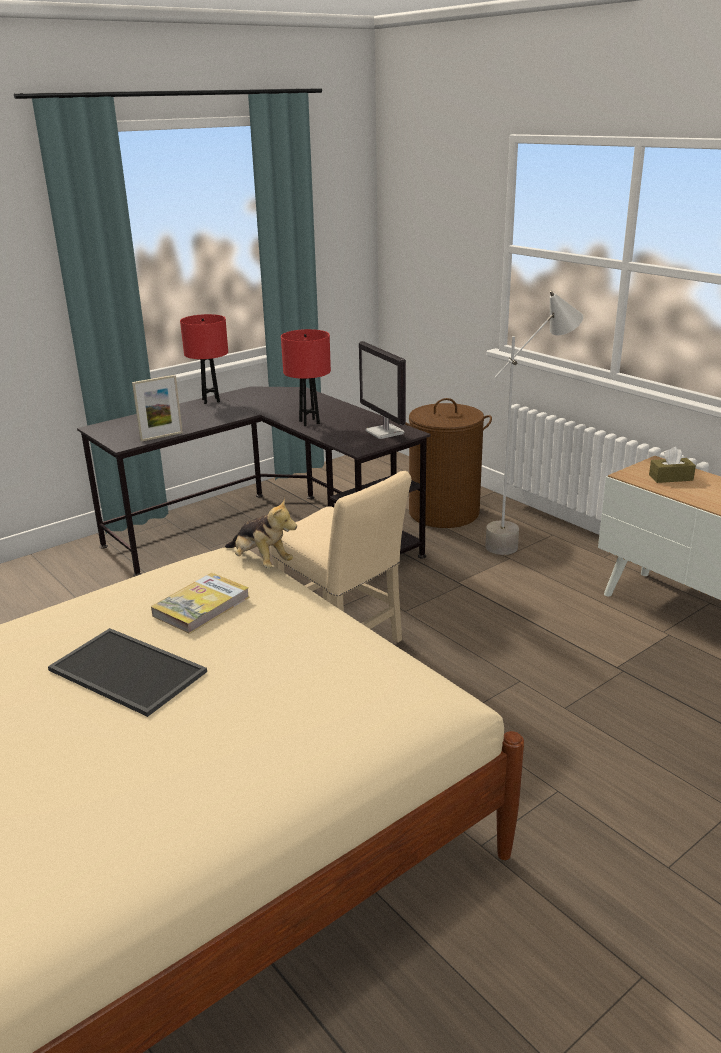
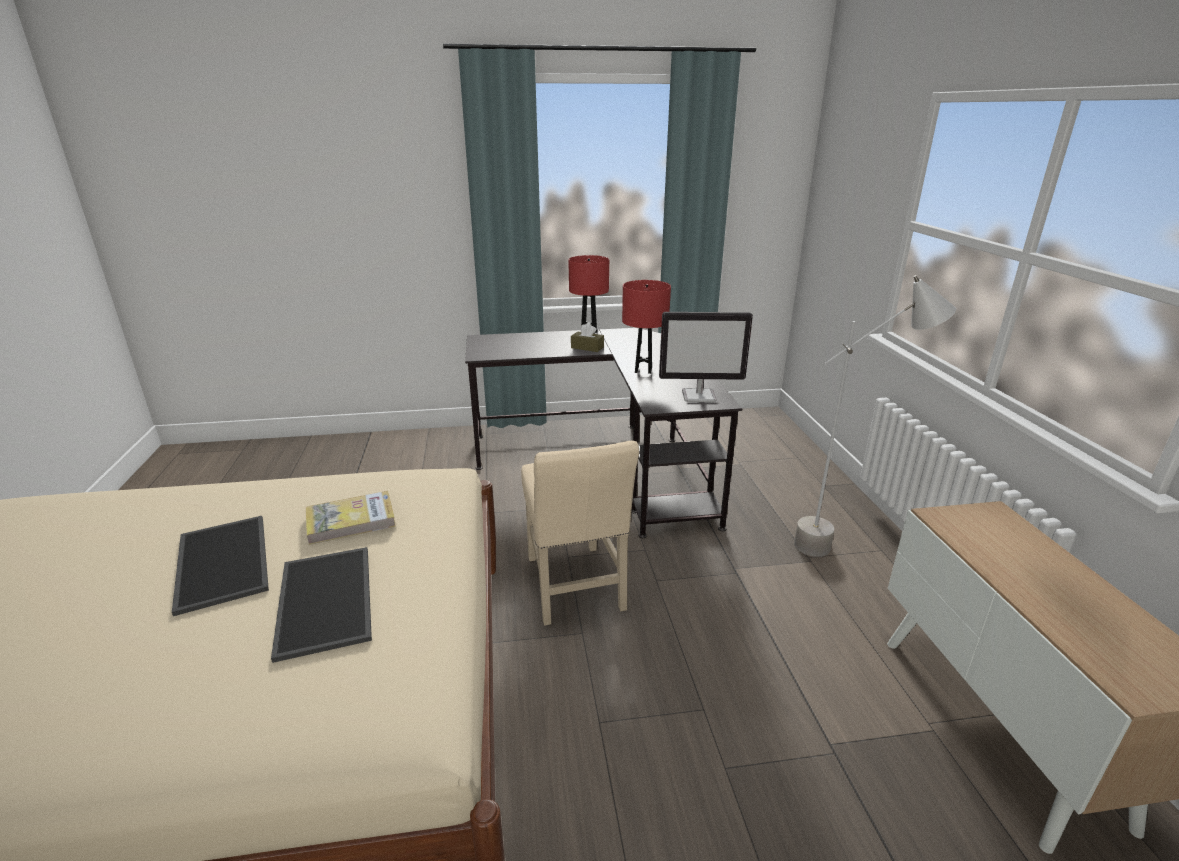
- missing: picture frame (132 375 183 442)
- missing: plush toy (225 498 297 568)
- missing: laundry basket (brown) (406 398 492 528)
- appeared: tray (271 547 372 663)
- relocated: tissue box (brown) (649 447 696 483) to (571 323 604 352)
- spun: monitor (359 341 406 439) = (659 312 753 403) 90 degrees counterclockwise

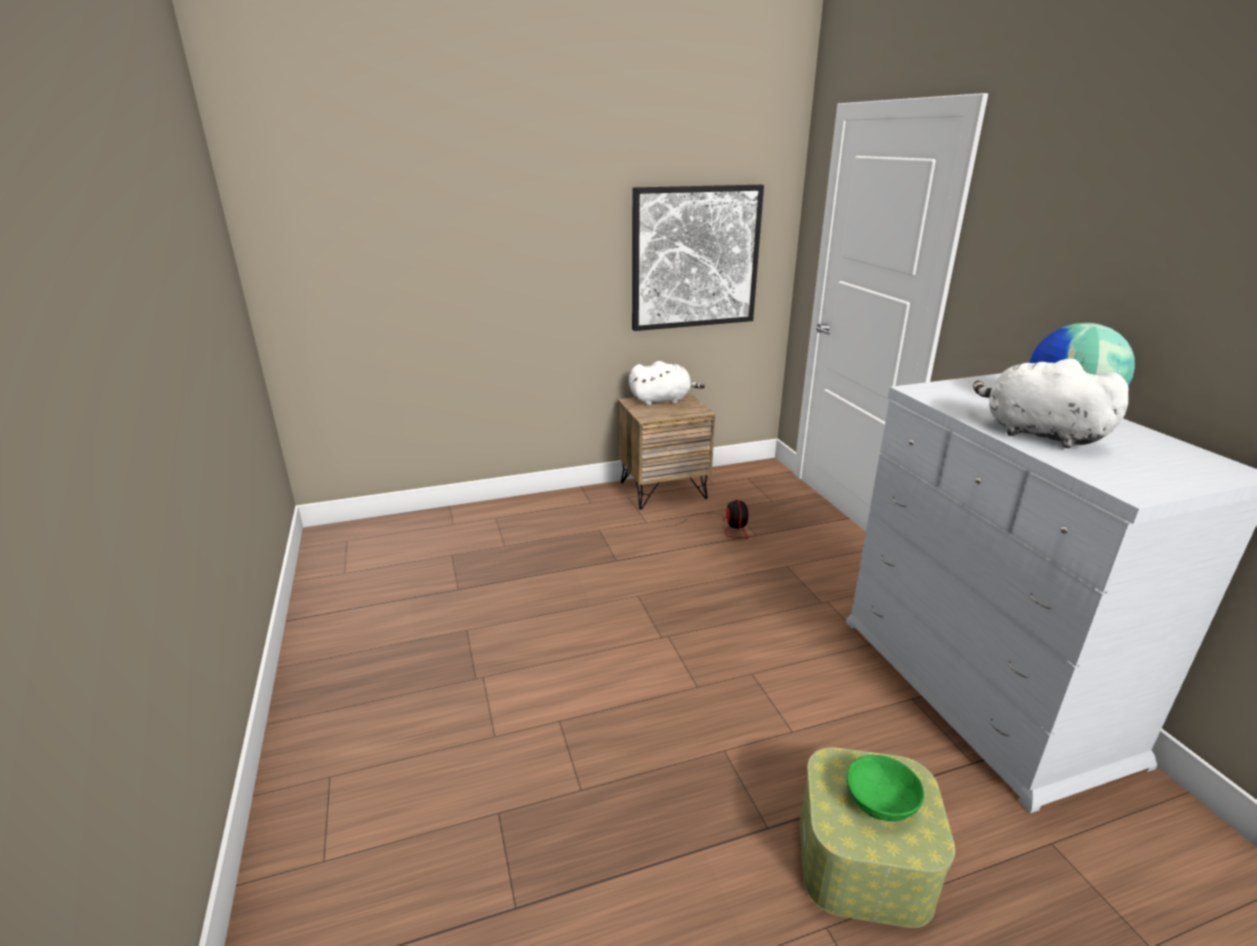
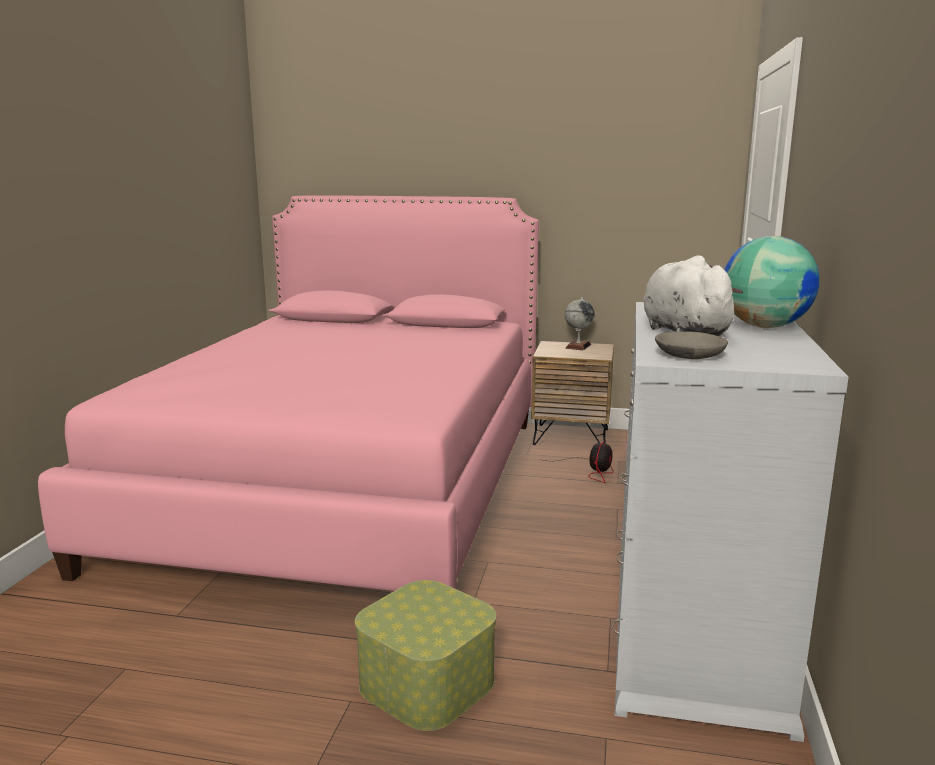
- missing: picture (632 185 764 331)
- missing: bowl (green) (847 755 924 821)
- appeared: bed (pink) (38 195 539 591)
- appeared: bowl (grey) (655 331 728 359)
- exchanged: plush toy (white) (629 361 705 405) to globe (565 297 595 350)

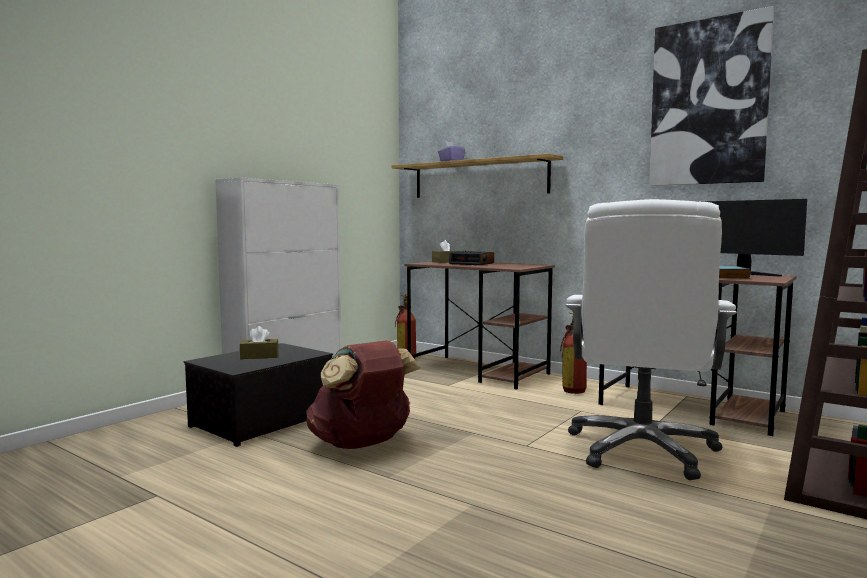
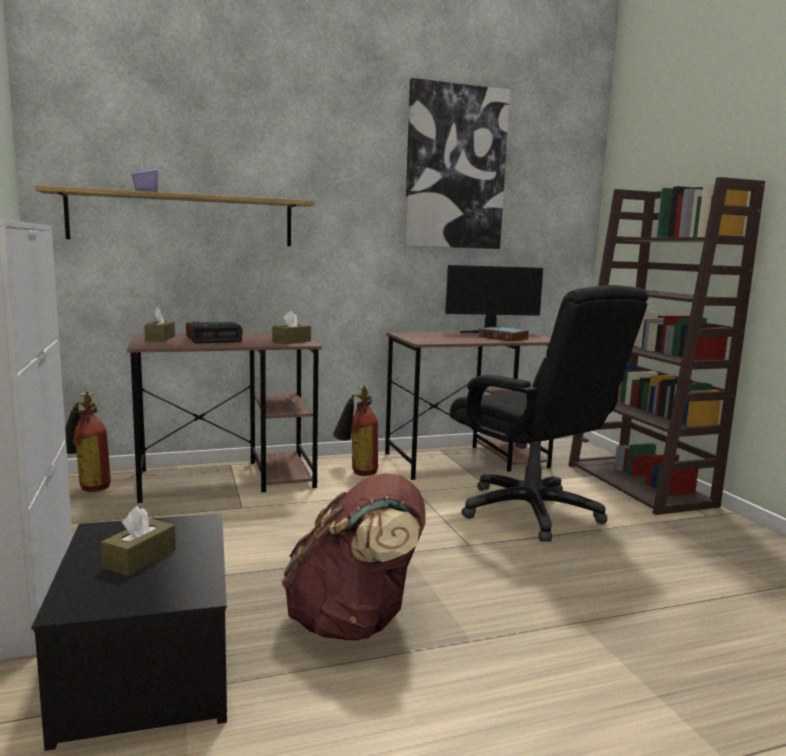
- appeared: tissue box (brown) (272 311 311 344)
- colour: office chair (white) (566 199 737 480) to office chair (black) (450 285 649 542)

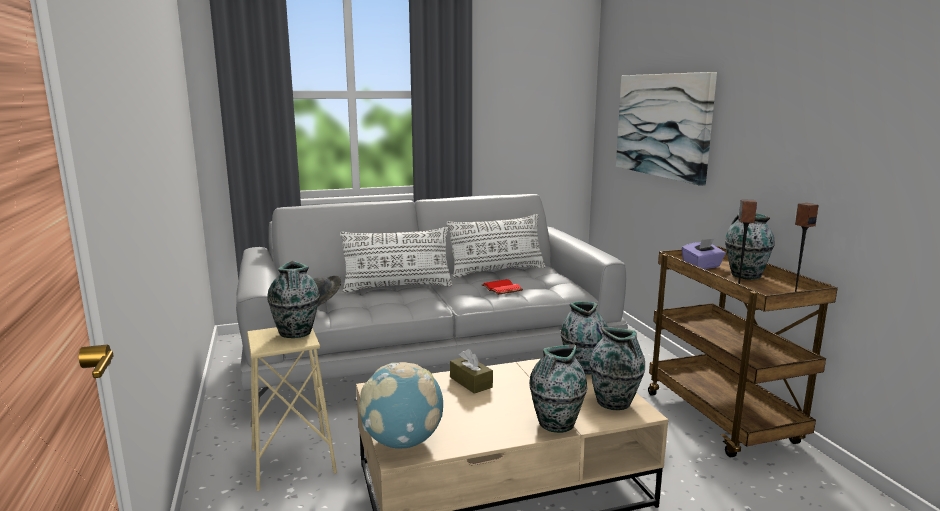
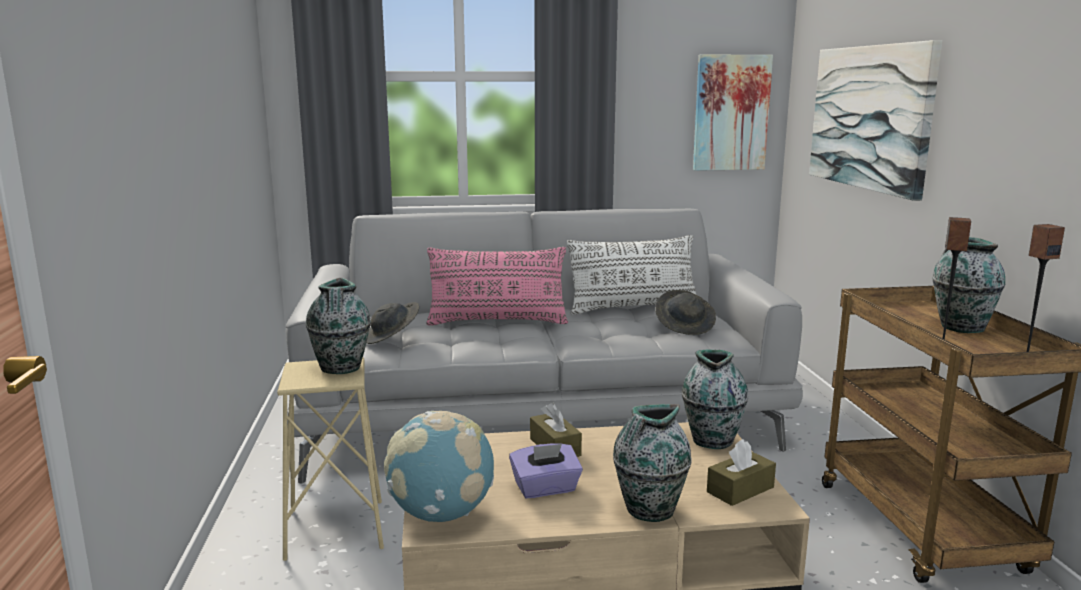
- missing: book (red) (481 279 523 295)
- appeared: hat (grey) (655 290 716 335)
- appeared: picture (693 54 773 171)
- relocated: tissue box (purple) (682 238 726 269) to (509 443 583 498)
- exchanged: vase (589 327 645 410) to tissue box (brown) (707 439 776 506)
- colour: pillow (white) (340 227 453 293) to pillow (pink) (426 247 568 326)

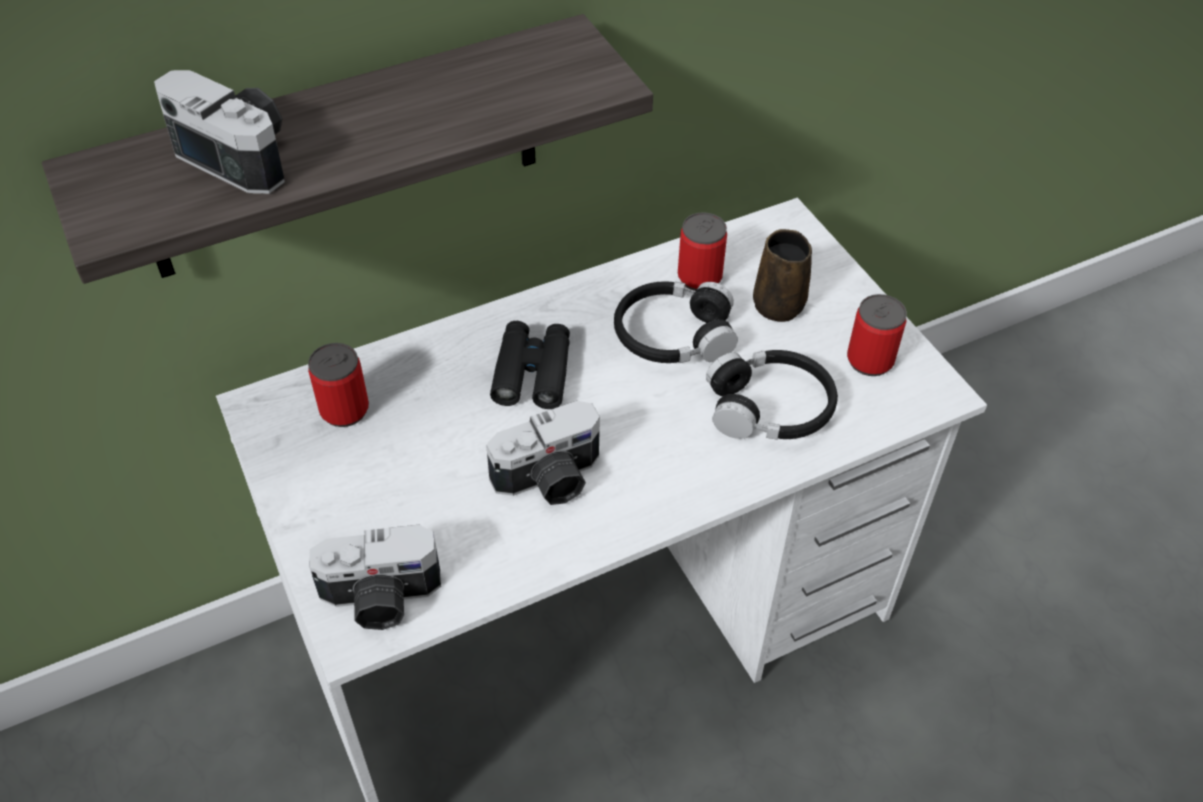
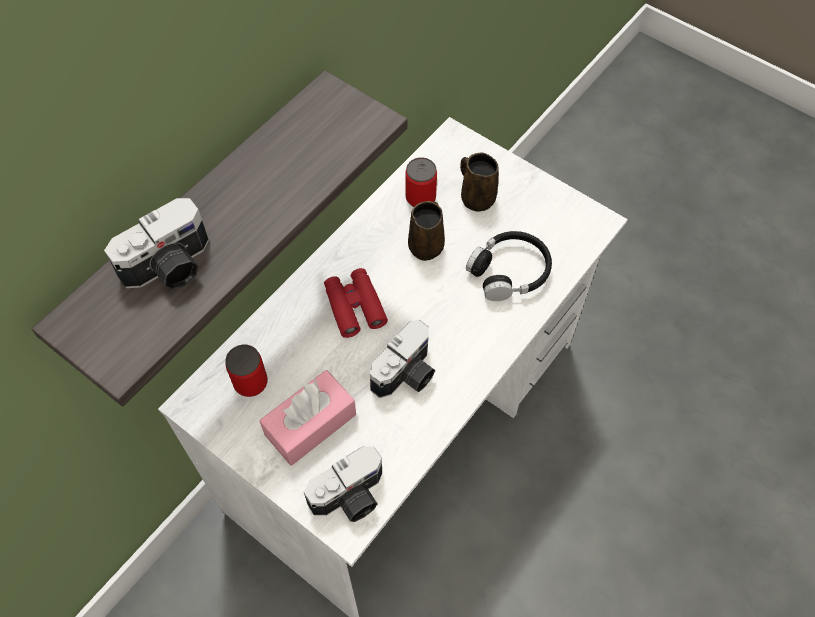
- missing: can (847 294 907 376)
- appeared: tissue box (pink) (260 370 356 466)
- exchanged: headphones (black) (614 281 738 363) to mug (brown) (408 201 445 261)
- colour: binoculars (black) (490 321 570 409) to binoculars (red) (324 268 388 338)
- spun: photo camera (154 70 285 194) = (104 198 209 290) 135 degrees clockwise

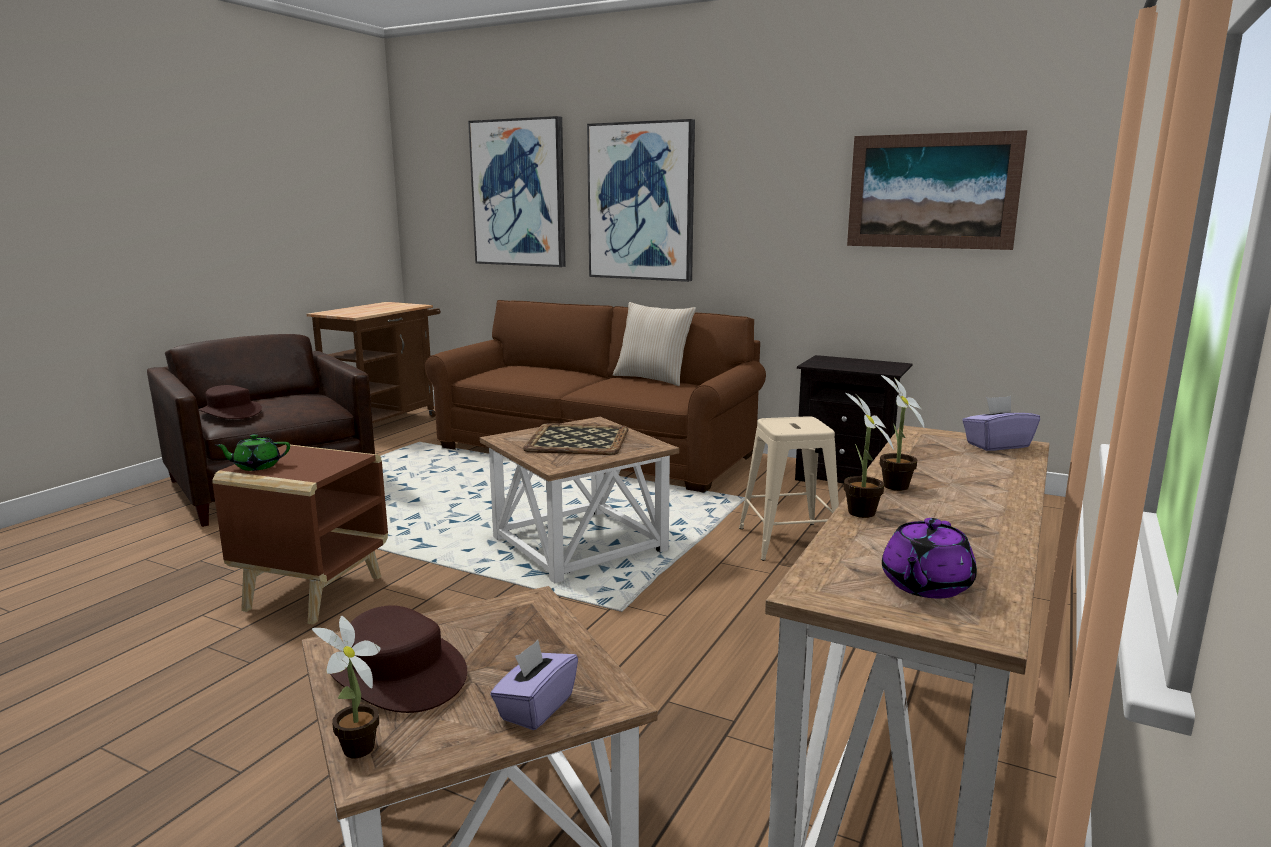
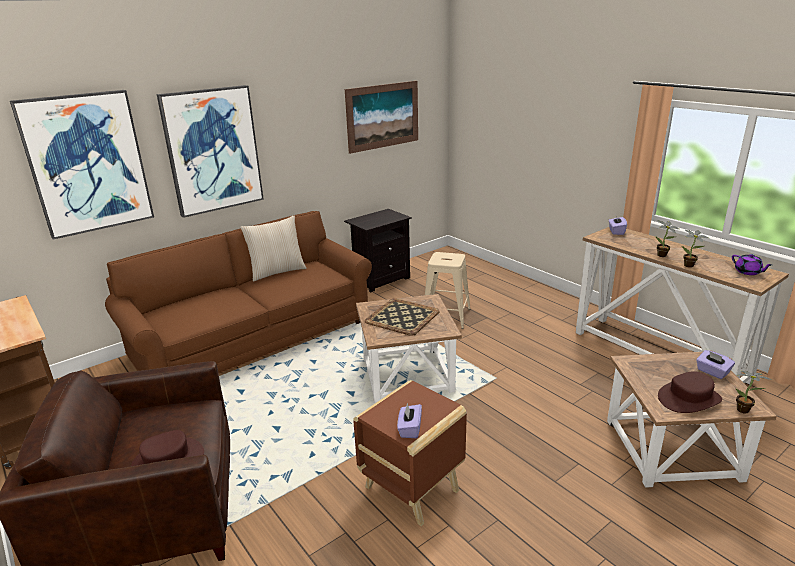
- exchanged: teapot (green) (215 434 290 471) to tissue box (purple) (397 403 422 438)

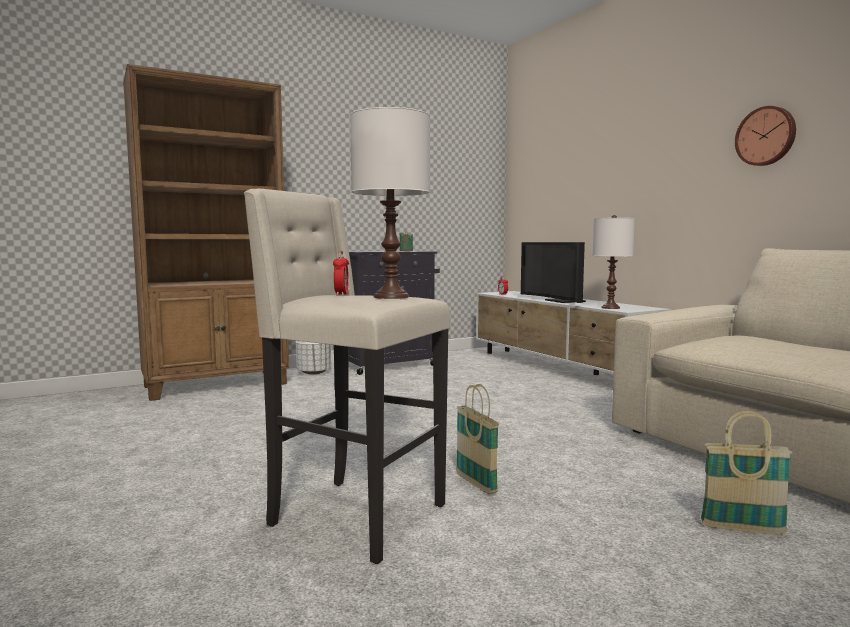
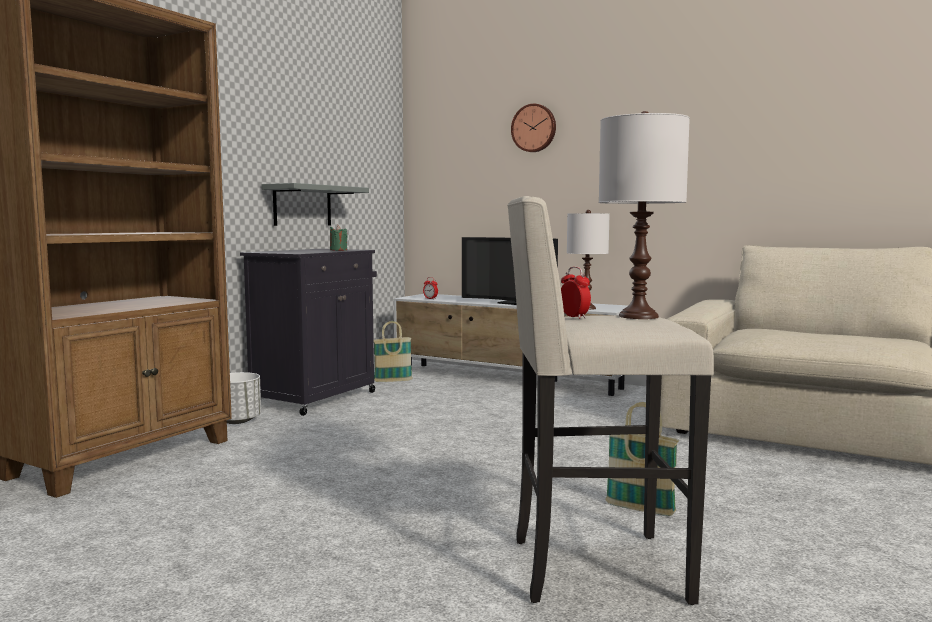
- appeared: shelf (grey) (261 183 369 226)
- relocated: basket (701 411 792 535) to (374 321 413 382)
- relocated: wall clock (735 106 796 166) to (511 104 556 152)

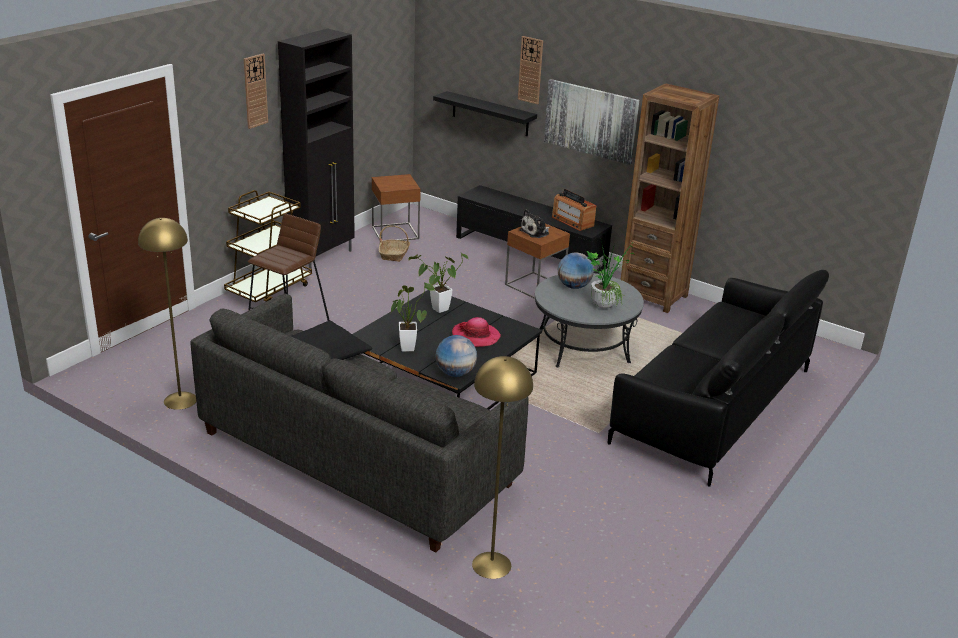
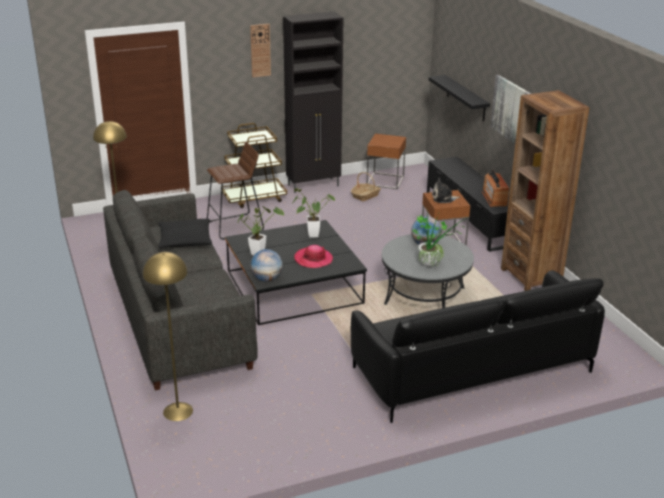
- missing: wall clock (518 36 543 104)

